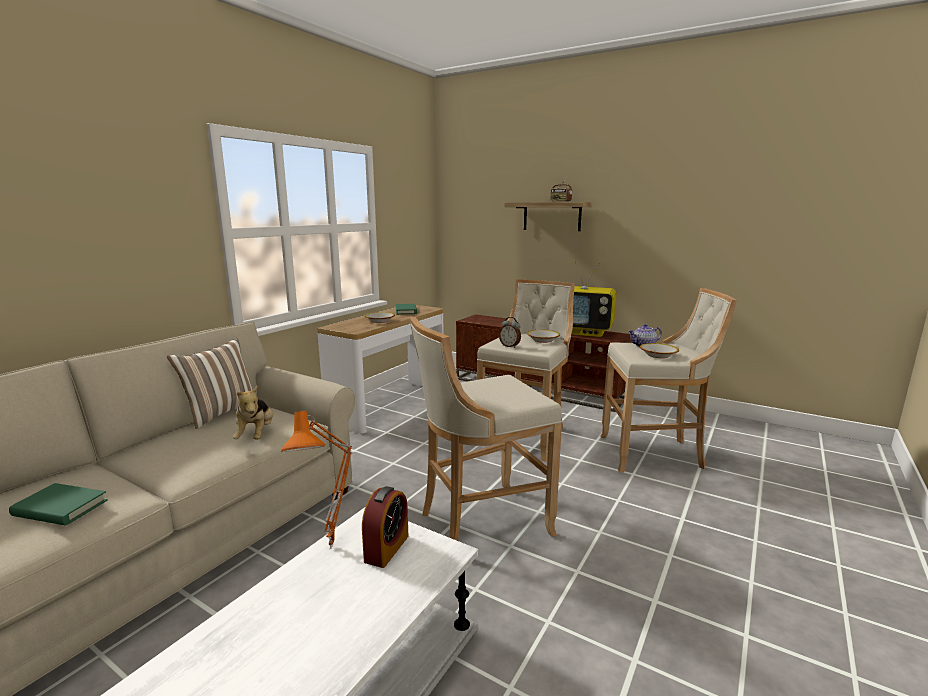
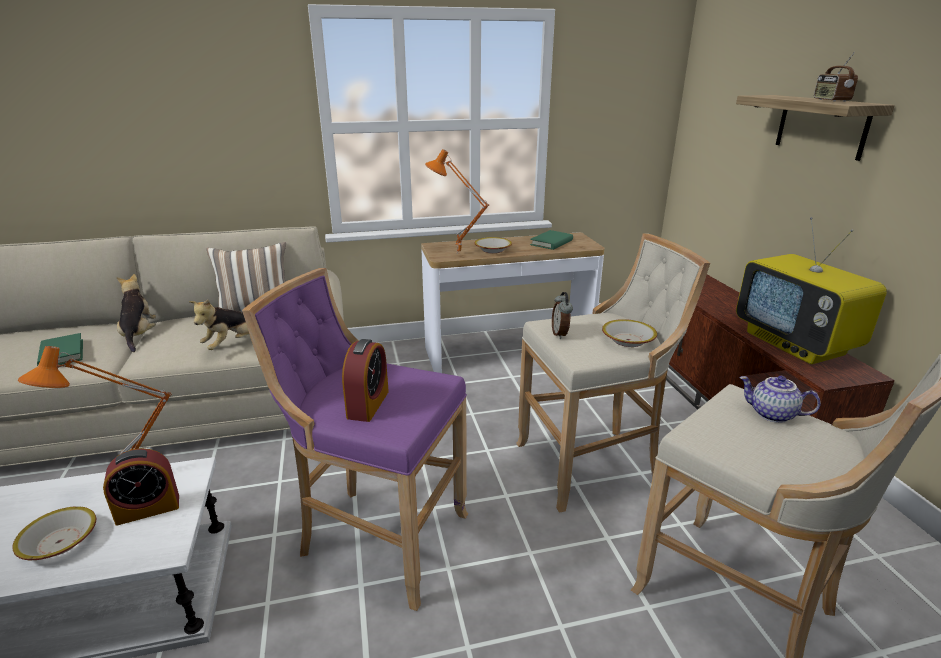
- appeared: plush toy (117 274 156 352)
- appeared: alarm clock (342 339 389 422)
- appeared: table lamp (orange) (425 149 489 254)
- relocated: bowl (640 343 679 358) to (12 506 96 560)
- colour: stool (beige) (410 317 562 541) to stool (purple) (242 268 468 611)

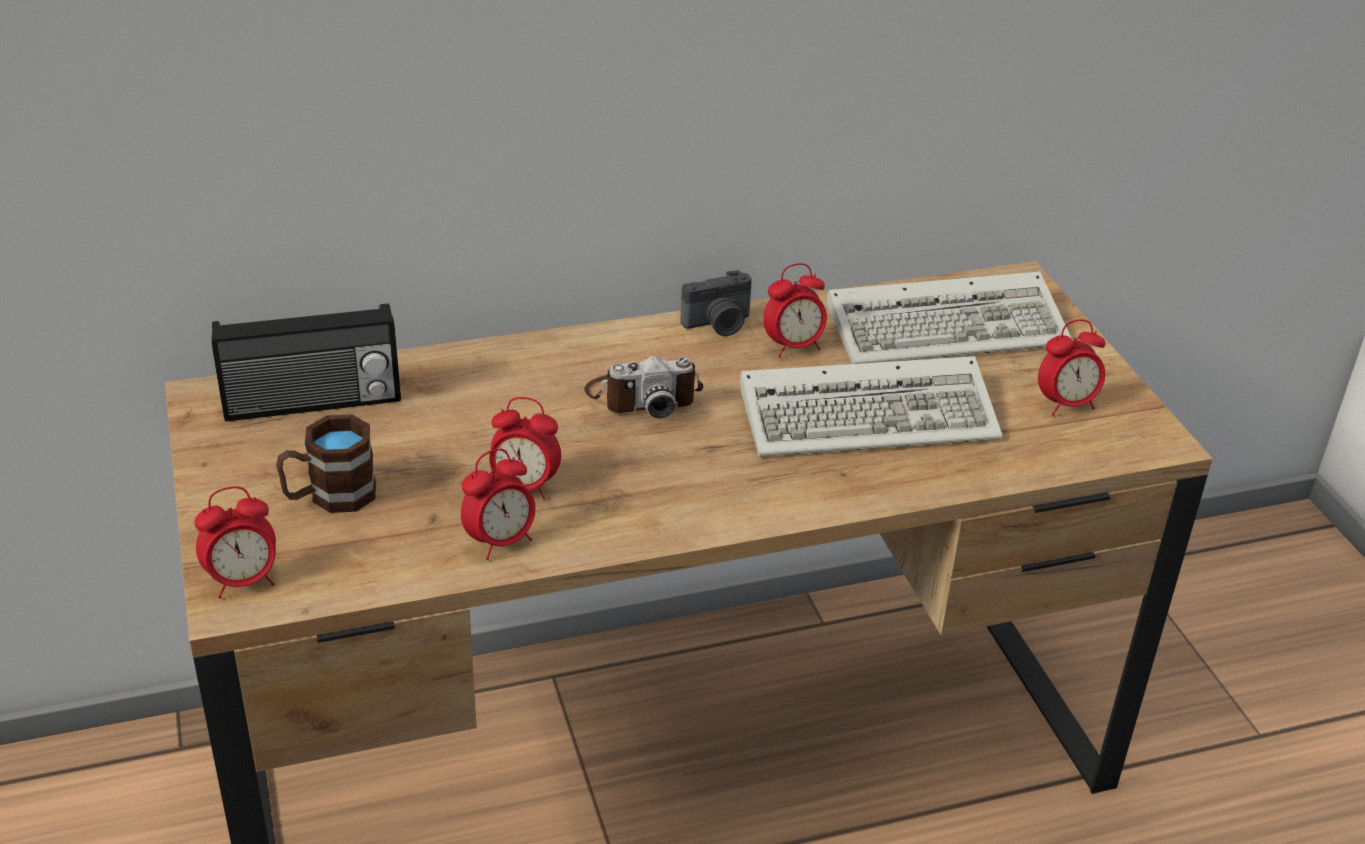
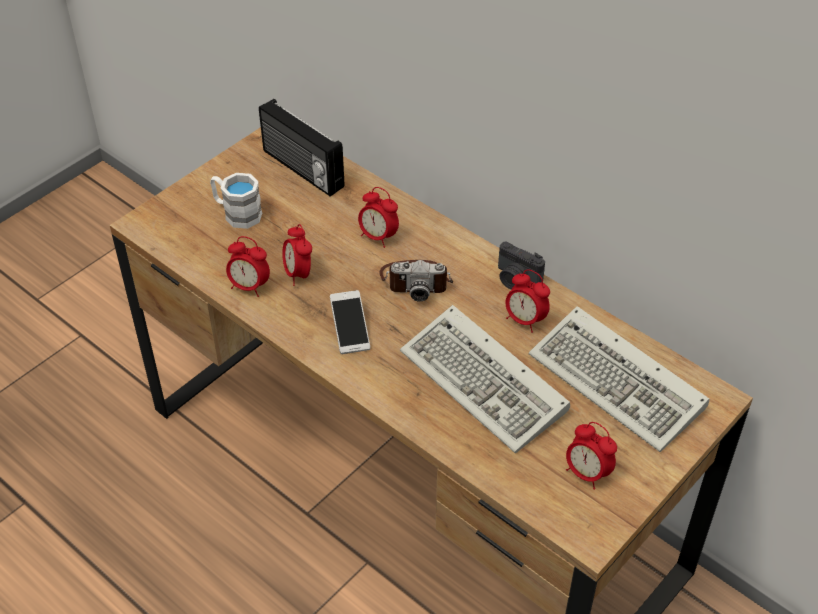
- appeared: phone (330 290 370 354)
- relocated: alarm clock (194 486 276 598) to (358 187 399 248)
- colour: mug (brown) (276 415 376 513) to mug (white) (210 173 262 229)
- spun: photo camera (584 356 703 419) = (380 260 453 302) 45 degrees counterclockwise

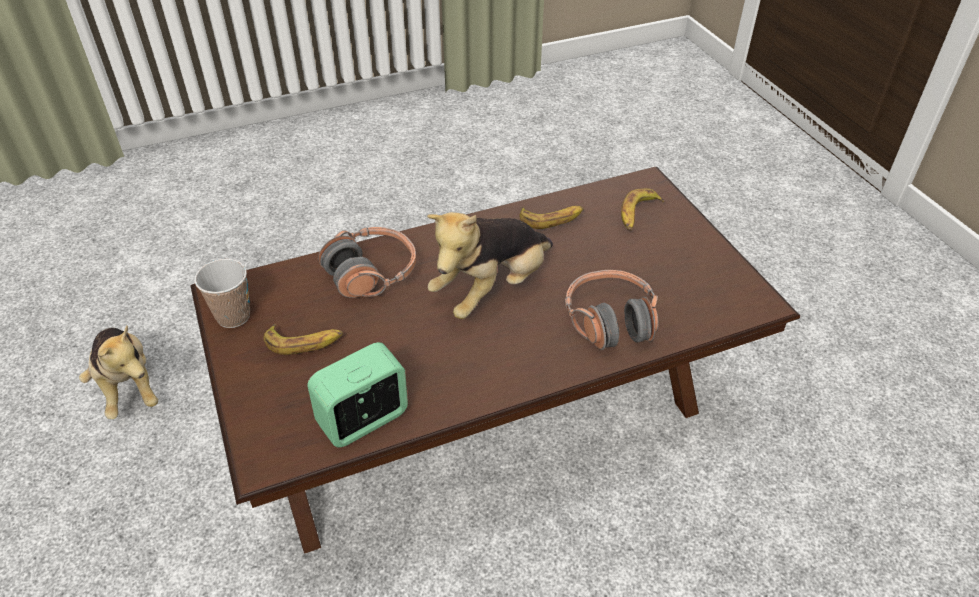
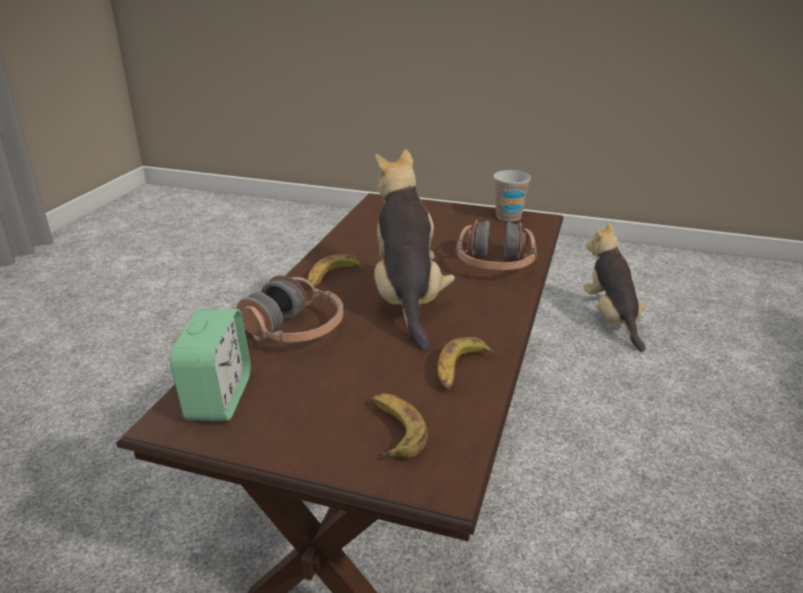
- relocated: banana (263 324 343 355) to (308 254 363 287)
- relocated: alarm clock (307 342 408 447) to (170 309 251 421)
- spun: plush toy (79 325 158 419) = (584 222 647 352) 75 degrees clockwise

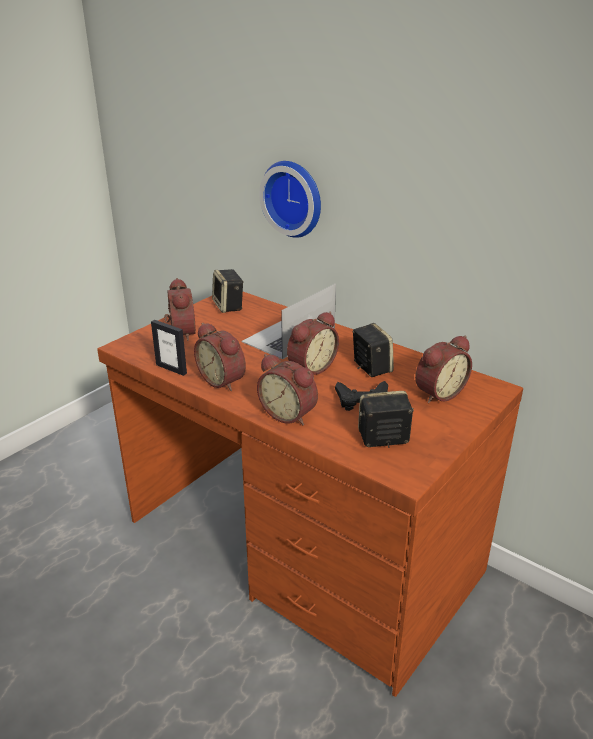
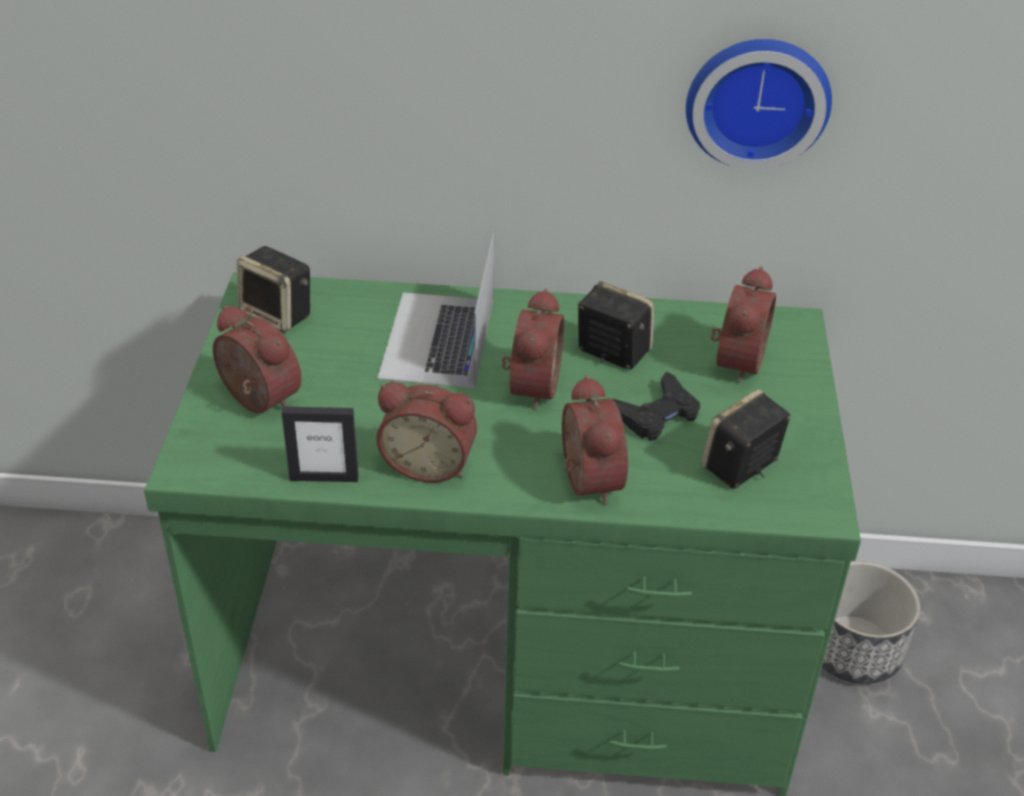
- appeared: planter (822 561 920 684)
- relocated: wall clock (259 161 321 238) to (686 39 832 170)
- colour: desk (brown) (97 292 523 697) to desk (green) (144 272 861 796)
- spun: alarm clock (257 354 318 425) = (562 375 628 505) 105 degrees counterclockwise

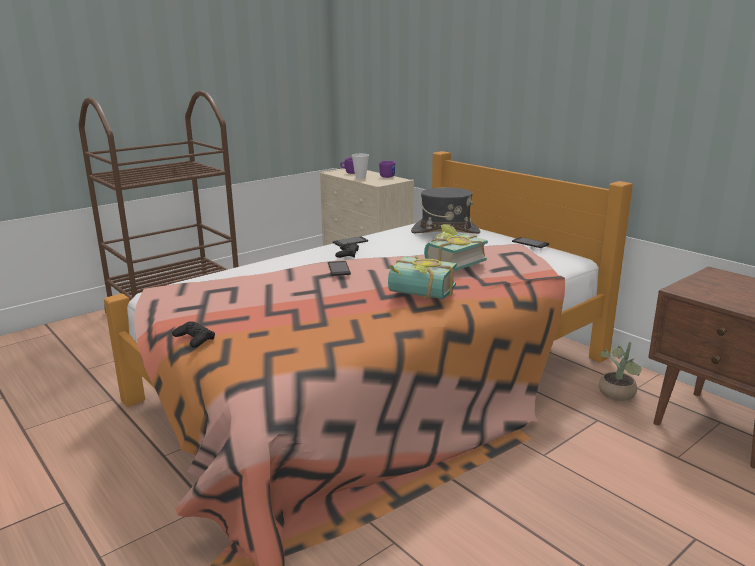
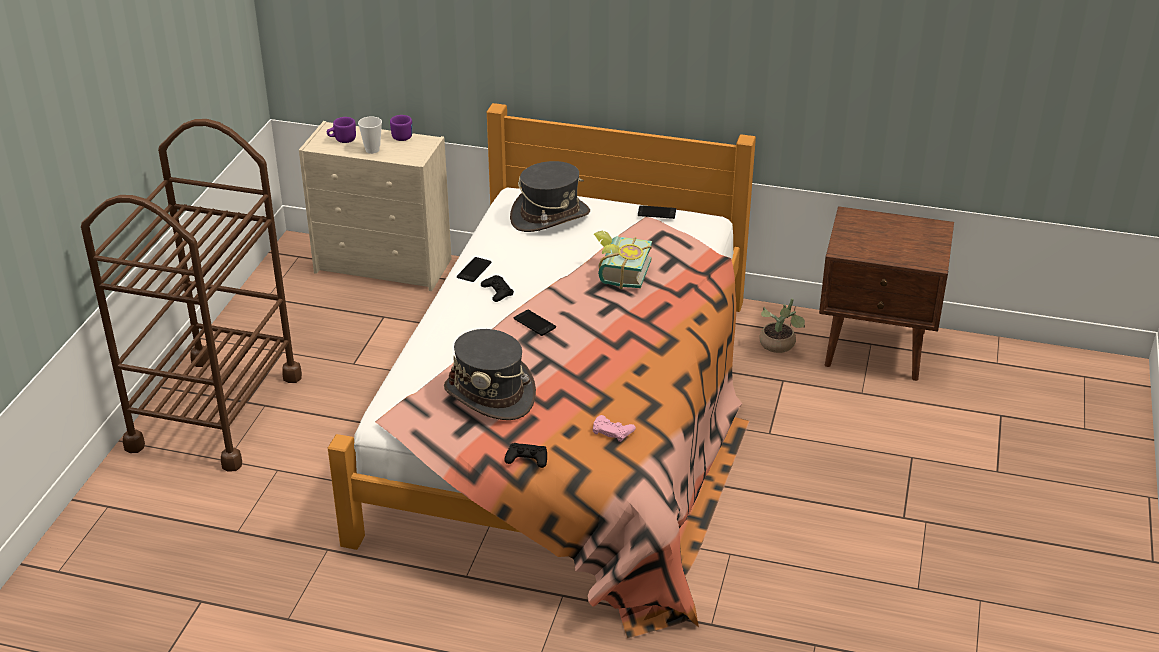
- missing: book (388 256 457 299)
- appeared: hat (grey) (444 329 536 420)
- appeared: game controller (pink) (592 415 636 442)

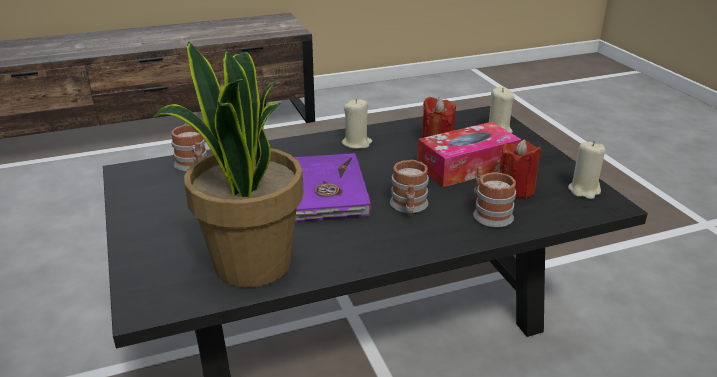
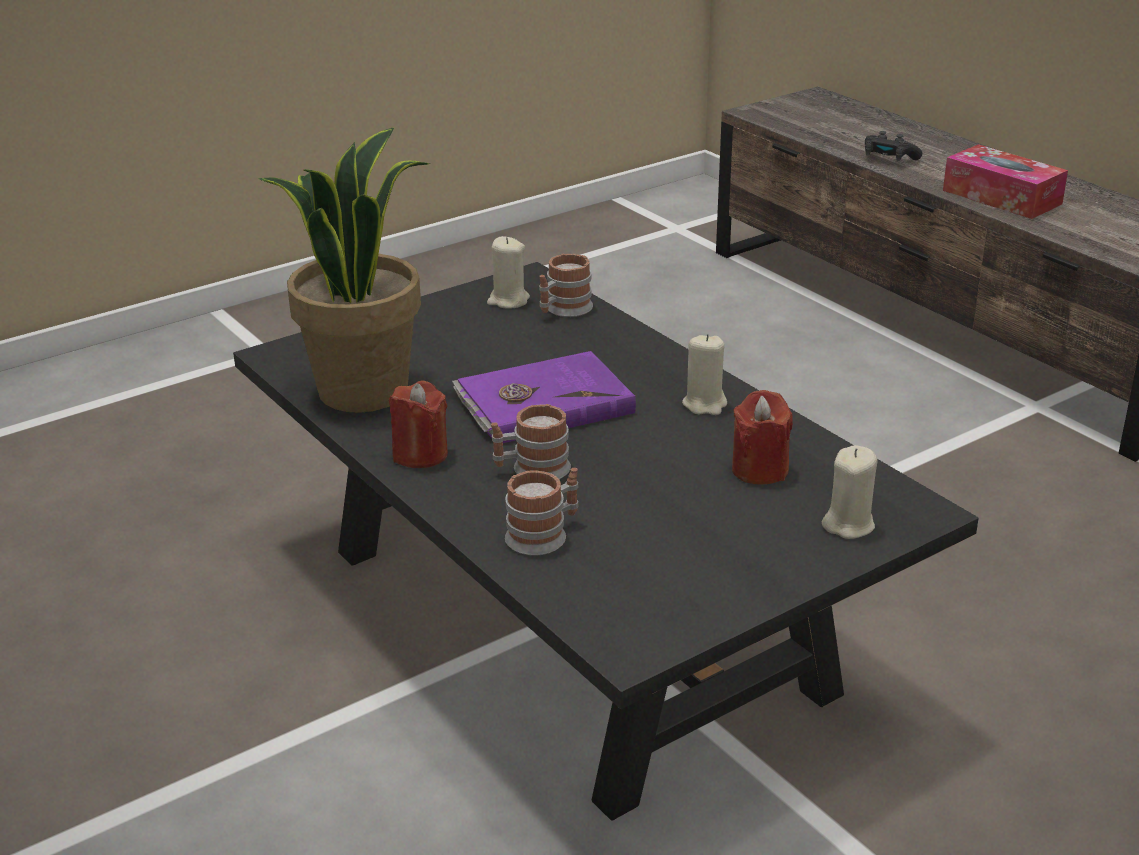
- appeared: game controller (black) (865 131 922 161)
- relocated: tissue box (417 122 521 187) to (943 144 1068 219)
- relocated: candle (red) (499 140 541 198) to (389 381 448 468)
- relocated: candle (beige) (568 141 605 199) to (487 236 530 309)

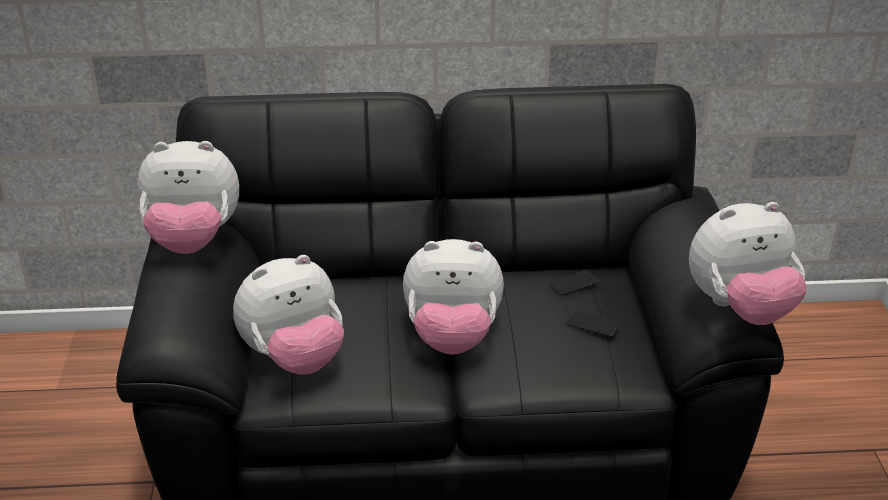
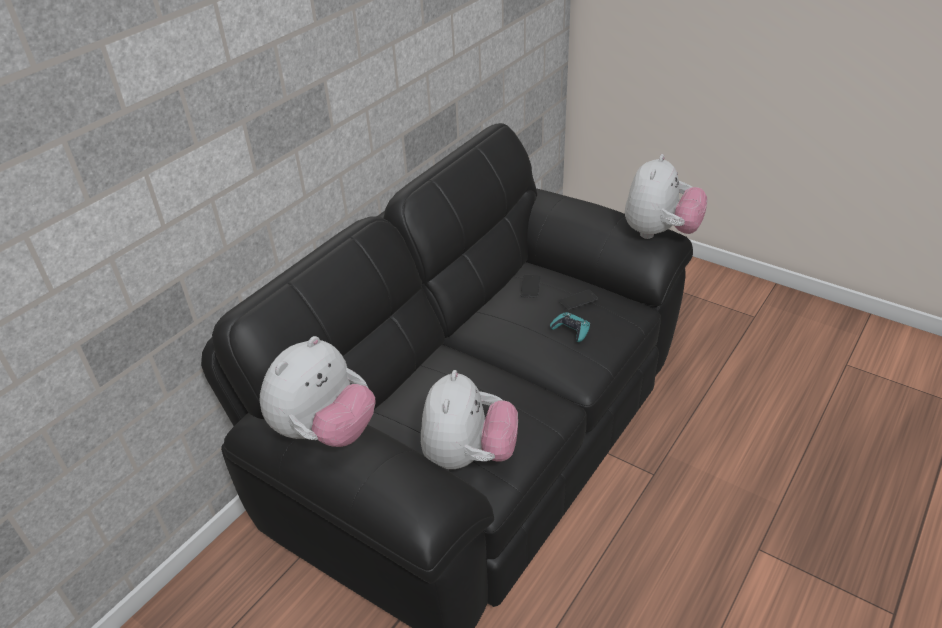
- missing: plush toy (403 239 504 354)
- appeared: game controller (turquoise) (550 312 590 342)

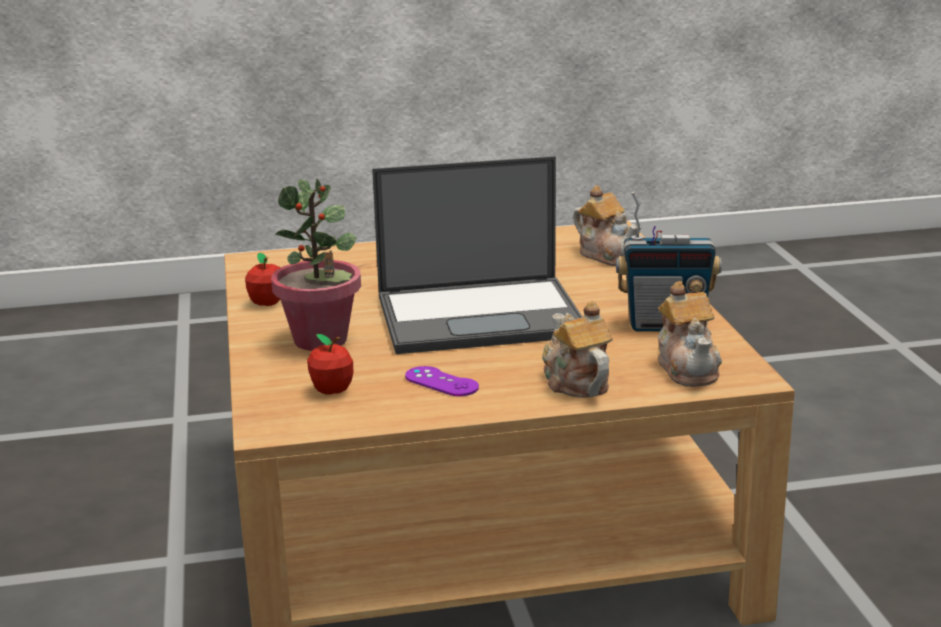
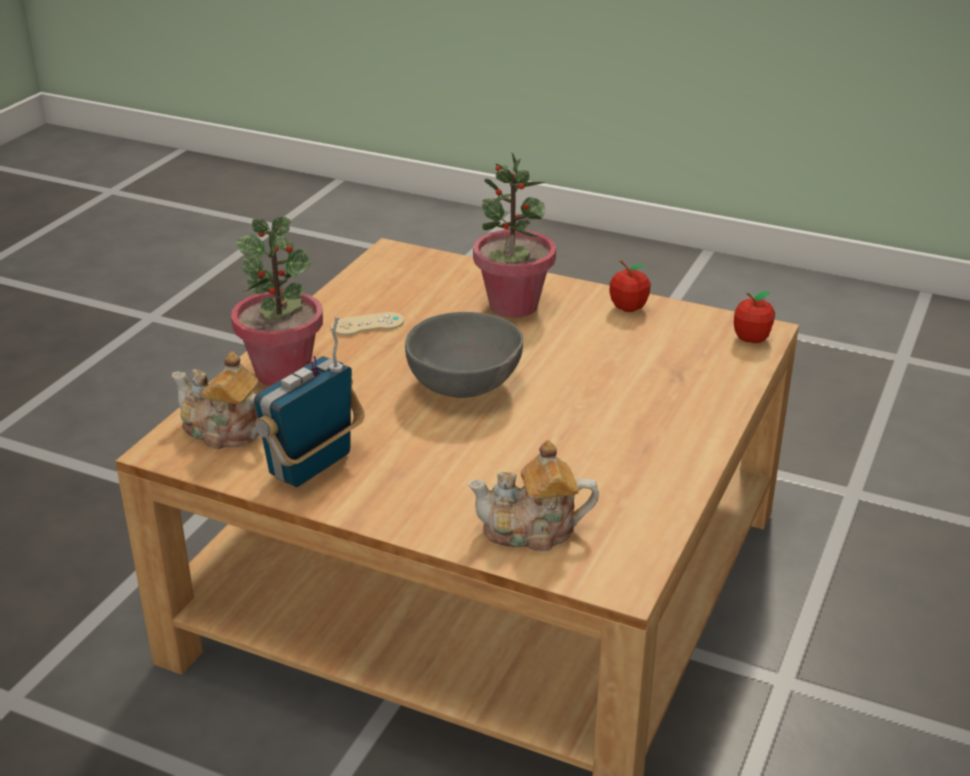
- relocated: apple (307 334 353 395) to (734 291 775 343)
- exchanged: laptop (372 156 582 354) to bowl (grey) (405 312 523 398)
- exchanged: teapot (542 301 613 398) to potted plant (231 217 323 386)
- colour: game controller (purple) (405 366 479 396) to game controller (beige) (331 312 404 336)

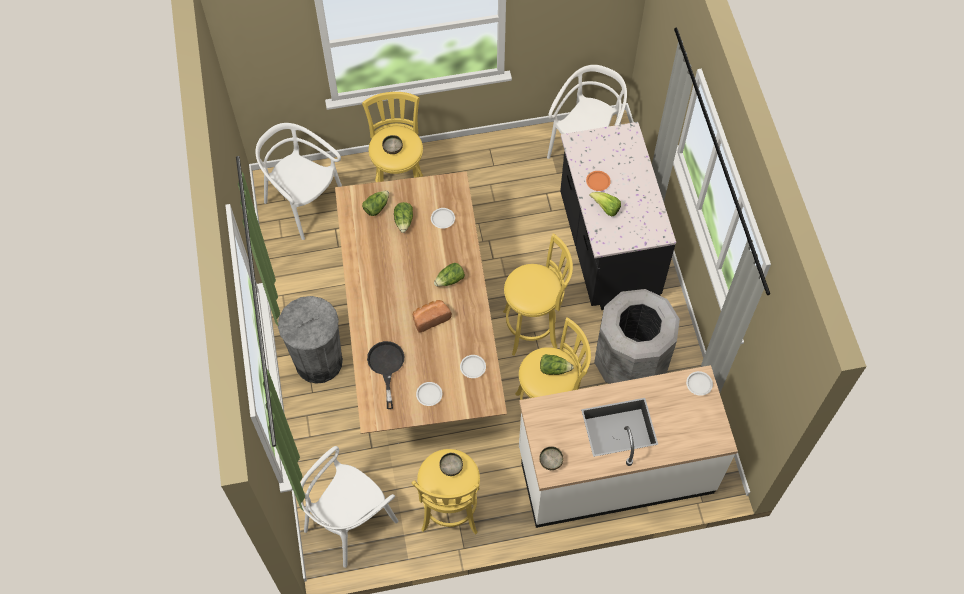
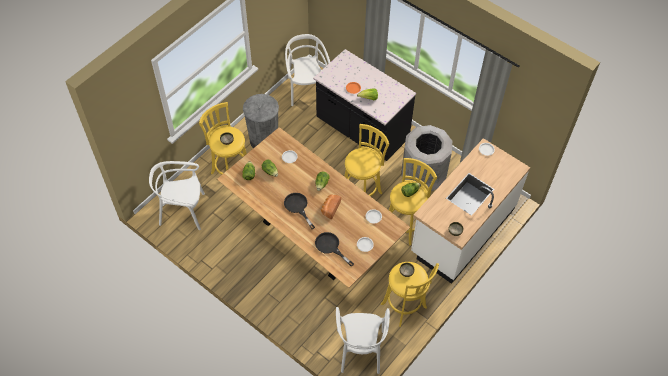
- appeared: frying pan (black) (284 193 315 229)
- relocated: trash can (grey) (278 296 343 384) to (243 94 279 148)

